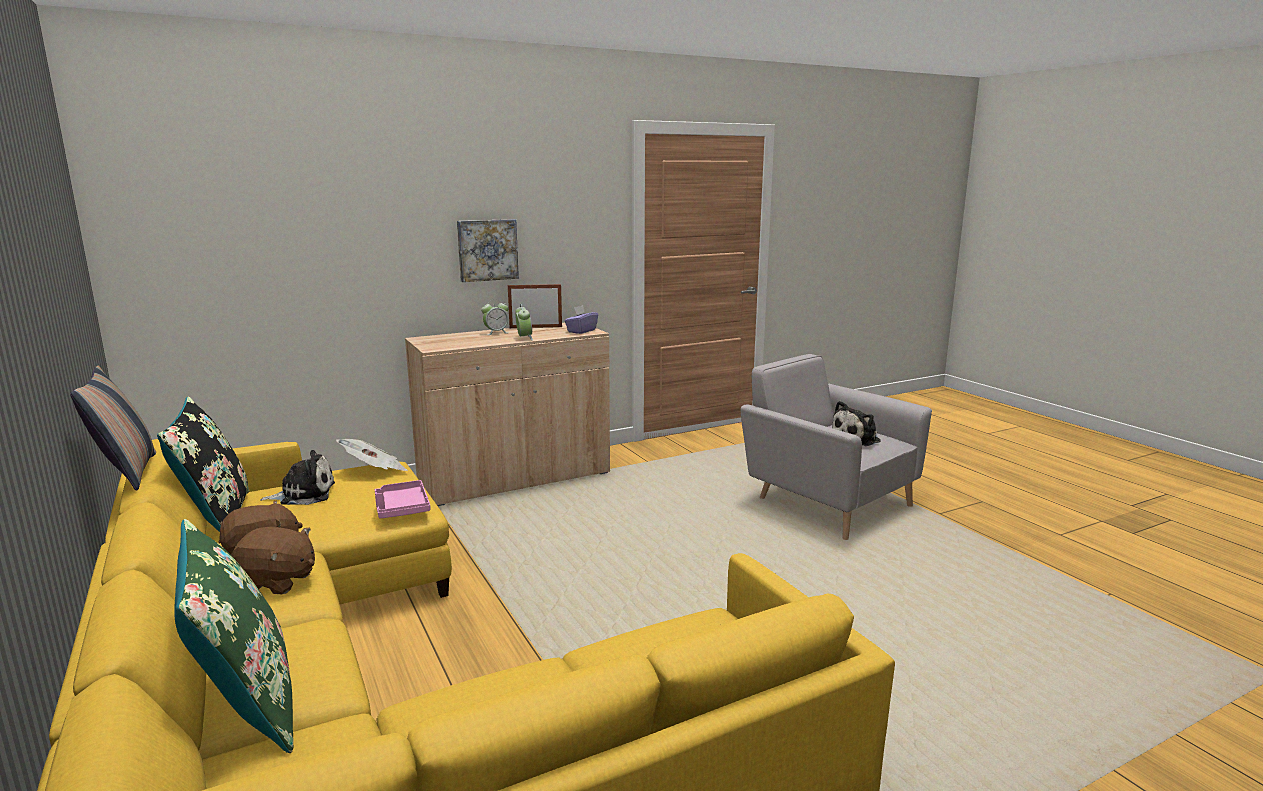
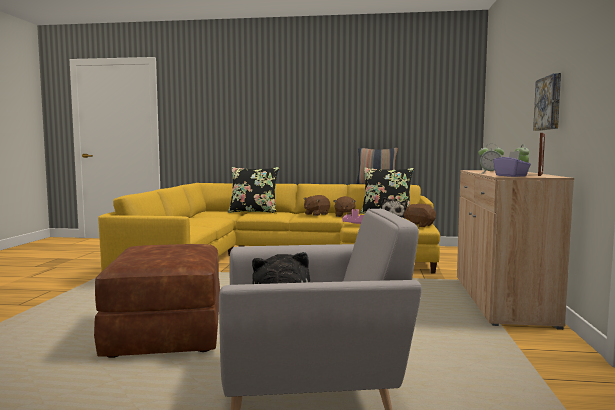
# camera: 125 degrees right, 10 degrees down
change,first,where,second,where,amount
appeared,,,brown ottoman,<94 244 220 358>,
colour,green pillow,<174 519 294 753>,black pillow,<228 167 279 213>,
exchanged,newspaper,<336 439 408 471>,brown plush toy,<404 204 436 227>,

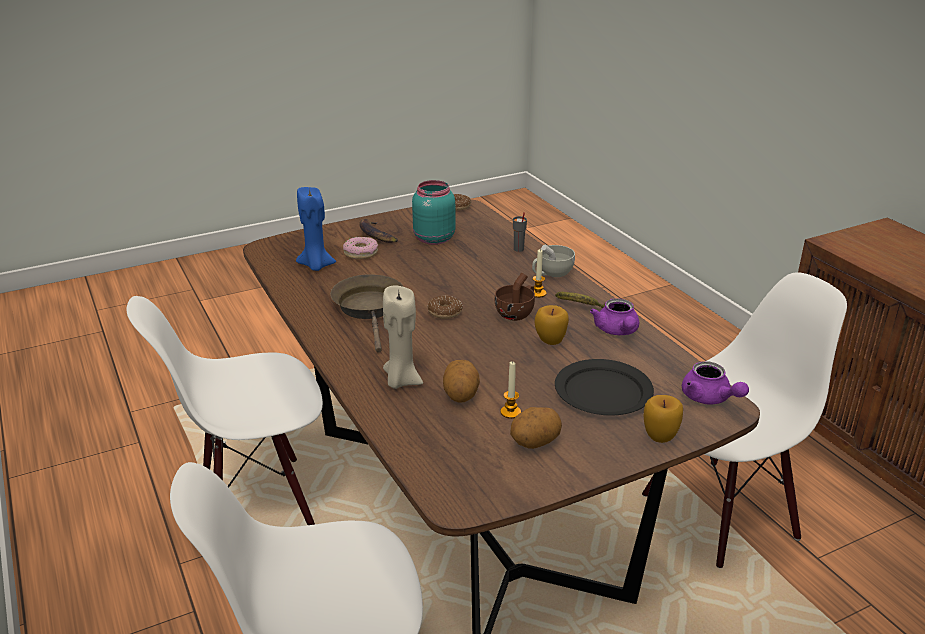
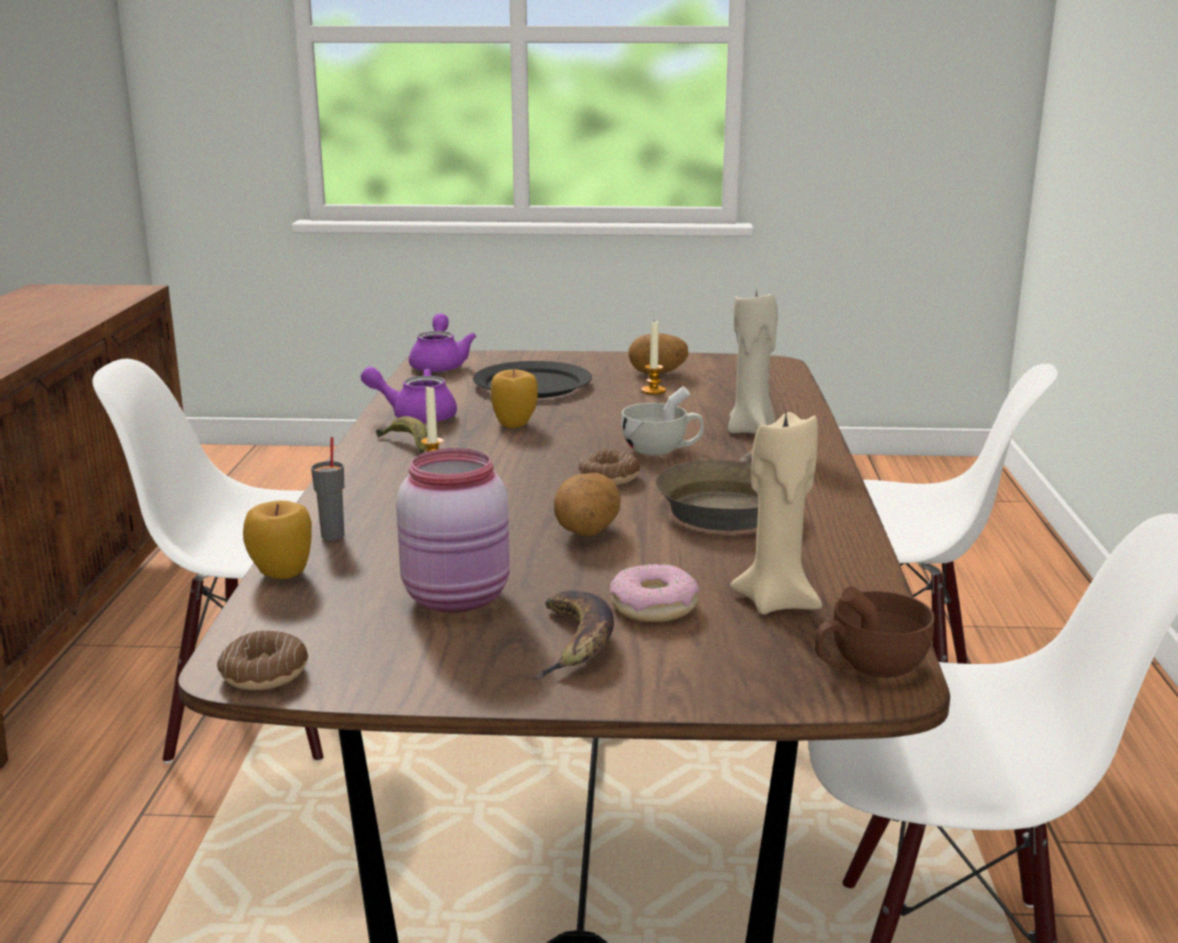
# camera: 150 degrees left, 10 degrees down
change,first,where,second,where,amount
relocated,apple,<644 395 683 443>,,<243 500 312 579>,
spun,purple teapot,<590 298 639 335>,,<360 367 457 424>,105 degrees counterclockwise
colour,turquoise jar,<412 180 455 245>,pink jar,<396 448 510 613>,
relocated,potato,<443 360 480 402>,,<554 473 621 536>,
relocated,white cup,<532 245 575 277>,,<621 386 704 456>,
colour,blue candle,<296 187 336 271>,beige candle,<730 408 822 615>,
relocated,brown cup,<495 273 535 321>,,<815 586 935 678>,

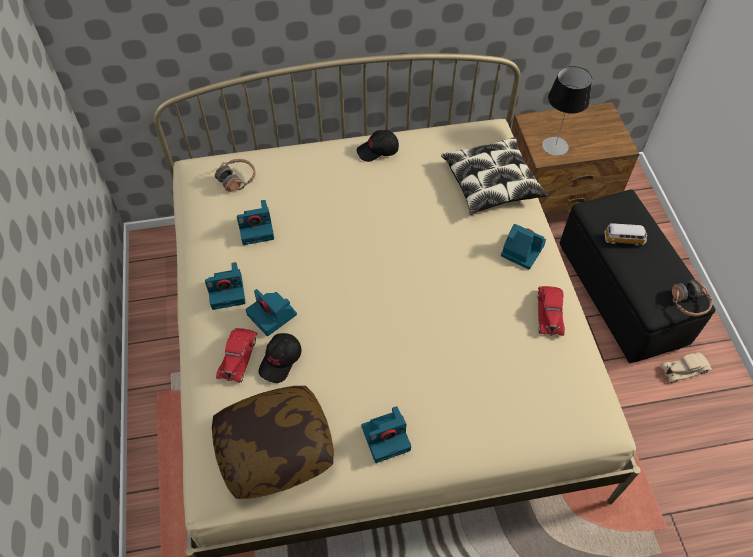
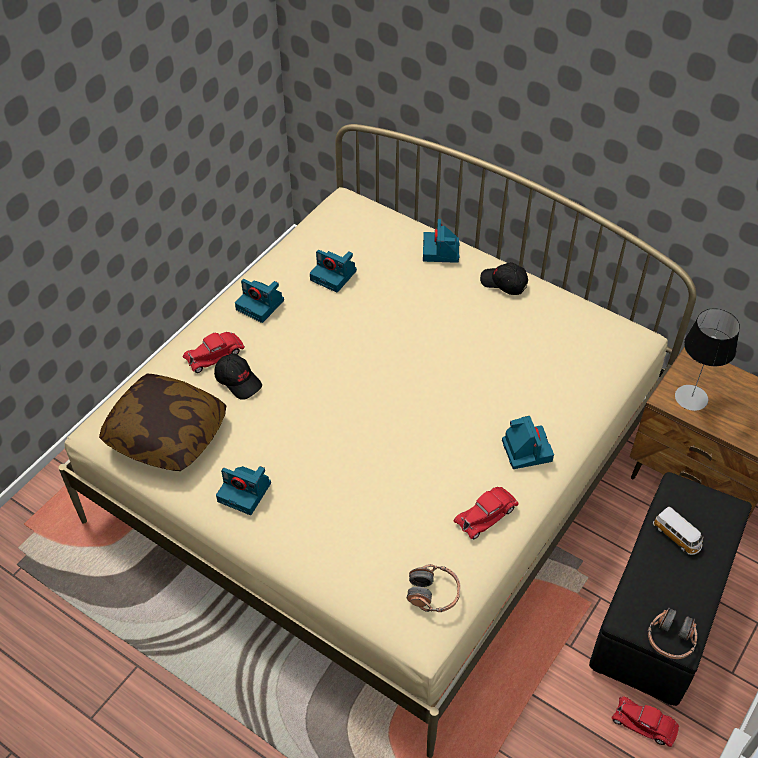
# camera: 45 degrees right, 5 degrees down
change,first,where,second,where,amount
spun,black cap,<259 333 302 383>,,<214 354 262 400>,120 degrees counterclockwise
relocated,headphones,<215 159 256 191>,,<407 564 461 612>,
relocated,photo camera,<246 289 297 336>,,<423 219 459 263>,
colour,beige toy car,<660 352 712 383>,red toy car,<611 696 679 747>,
missing,pillow,<441 137 548 215>,,,

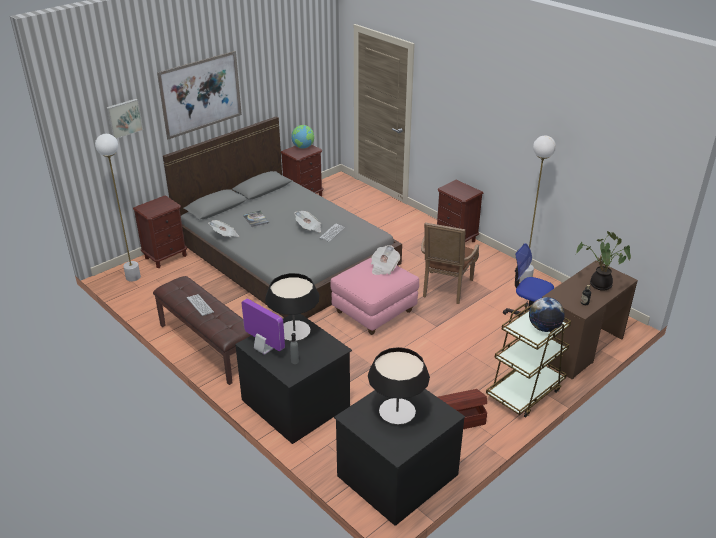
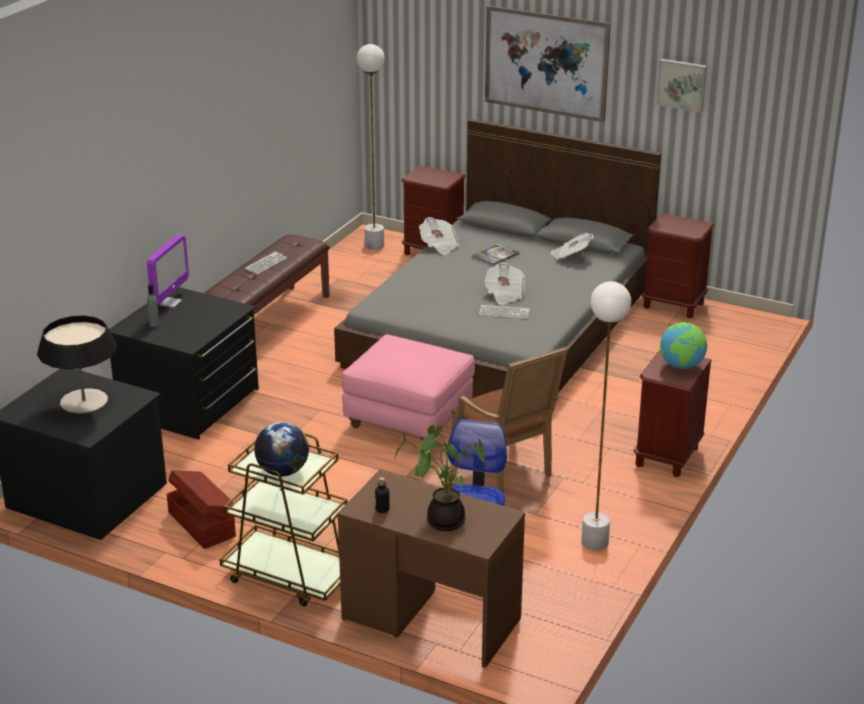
# camera: 70 degrees right, 5 degrees down
change,first,where,second,where,amount
spun,brown armchair,<421 222 479 304>,,<451 347 568 492>,120 degrees counterclockwise
relocated,newspaper,<371 245 400 275>,,<550 233 594 260>,
relocated,picture,<106 99 143 139>,,<656 59 707 113>,
relocated,globe,<291 125 314 148>,,<660 322 707 369>,
missing,table lamp,<265 273 319 341>,,,

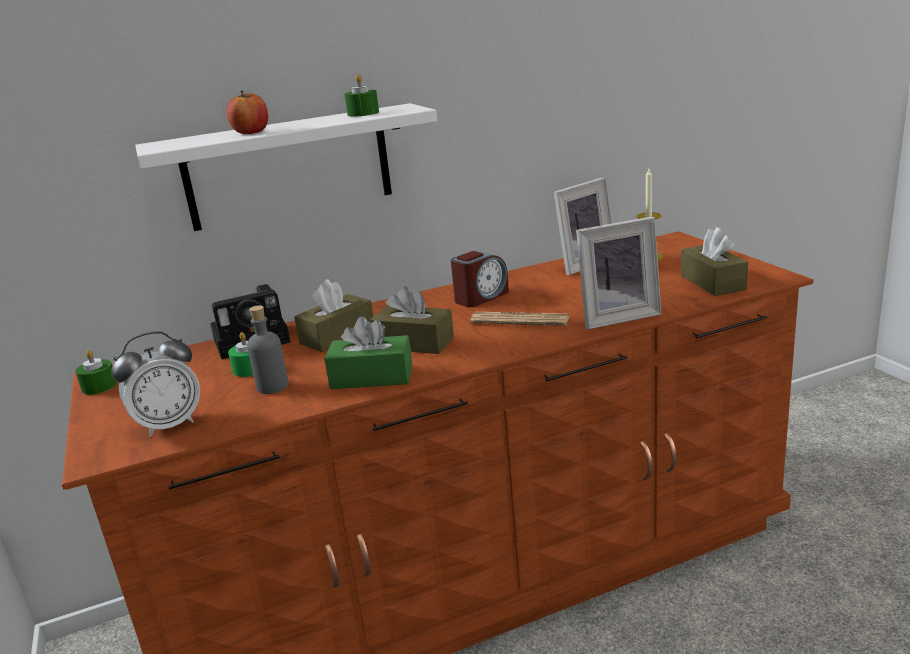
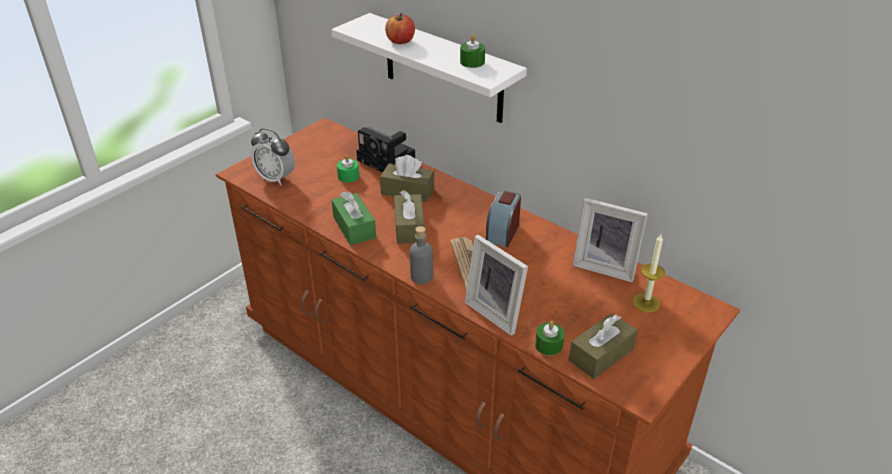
# camera: 60 degrees right, 15 degrees up
change,first,where,second,where,amount
relocated,grey bottle,<247 305 289 394>,,<410 226 433 284>,
spun,alarm clock,<451 251 509 307>,,<486 191 521 247>,90 degrees clockwise
relocated,green candle,<75 350 117 395>,,<535 321 565 356>,

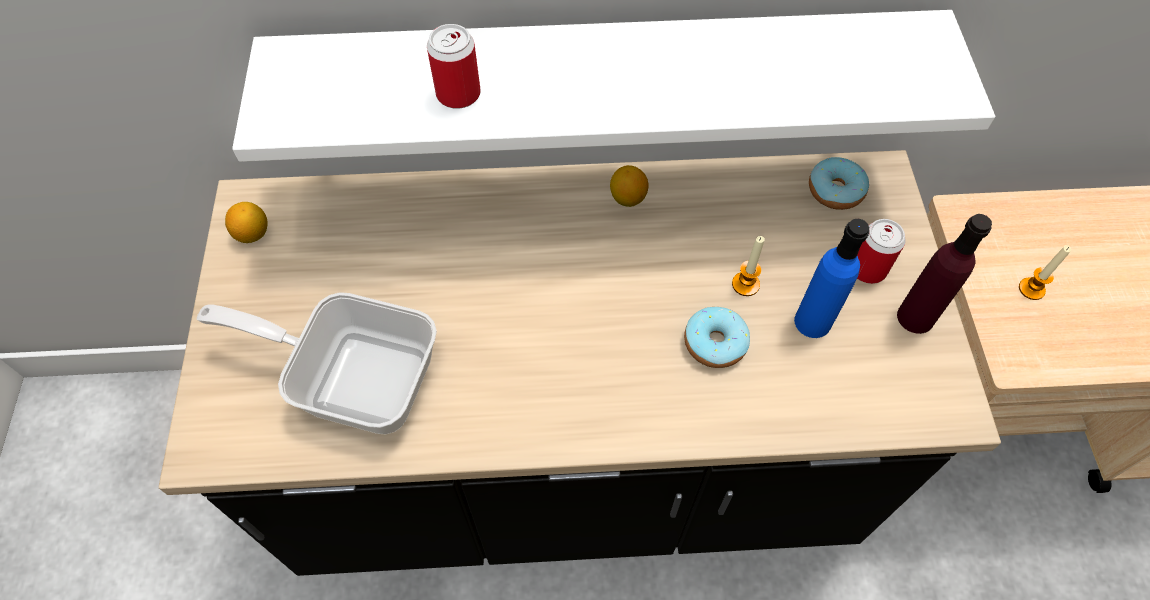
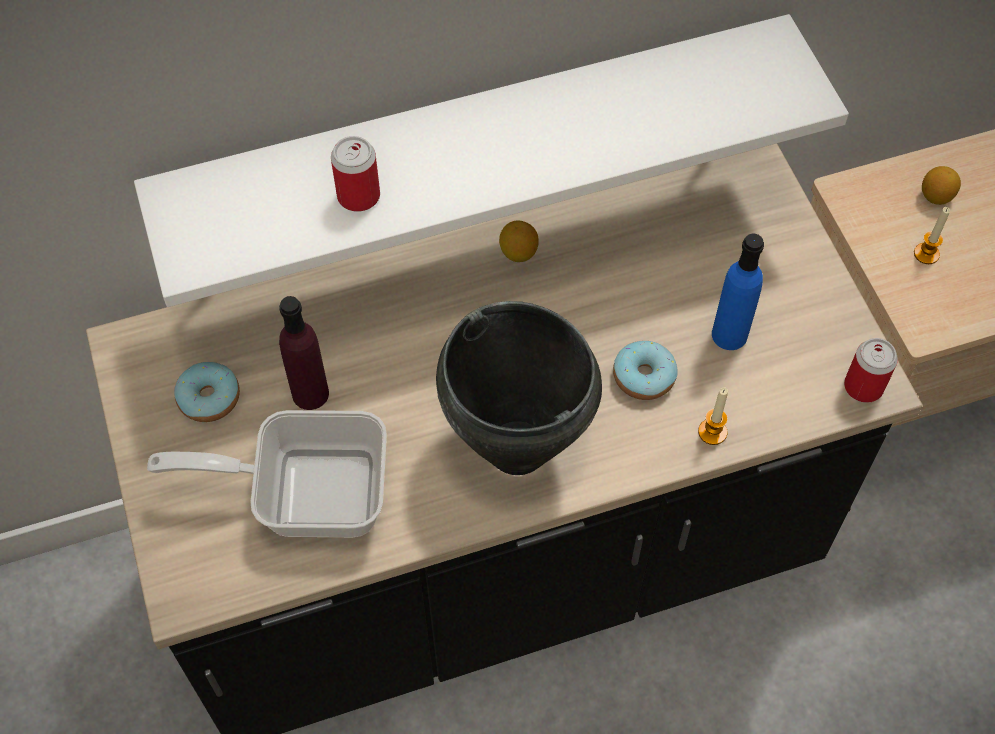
# camera: 15 degrees left, 0 degrees up
change,first,where,second,where,amount
relocated,donut,<809 157 869 210>,,<174 362 240 422>,
relocated,purple bottle,<897 214 992 334>,,<279 296 329 410>,
appeared,,,black cooking pot,<436 301 602 475>,
relocated,candle,<732 236 765 296>,,<698 387 728 445>,
relocated,can,<857 219 906 284>,,<844 338 898 403>,
relocated,lemon,<225 202 268 243>,,<922 166 961 205>,

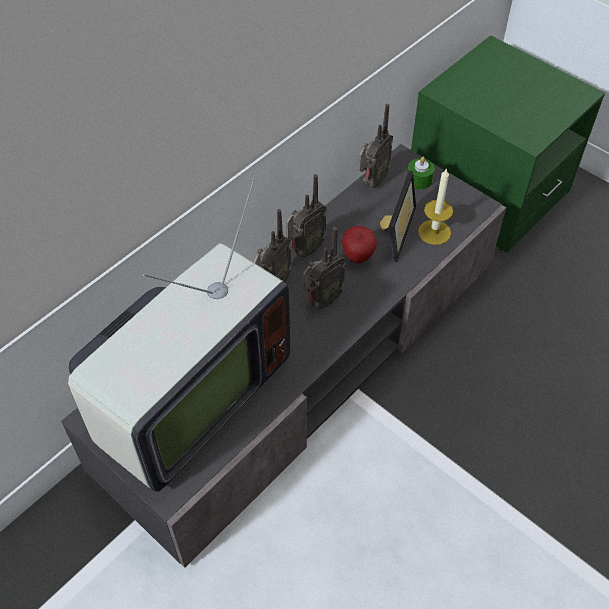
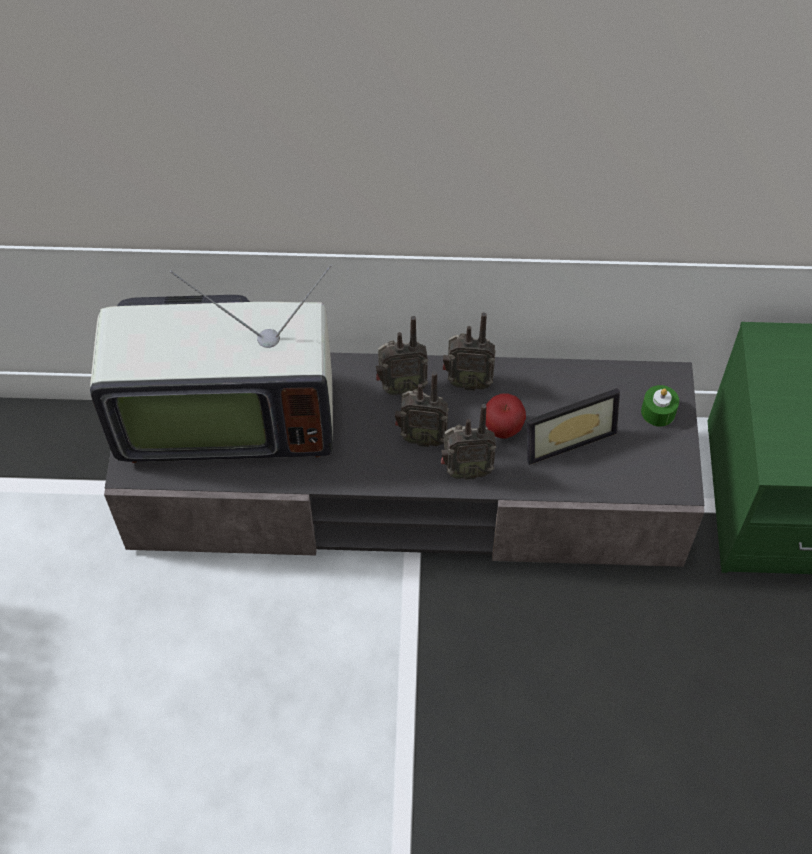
# camera: 50 degrees right, 5 degrees up
change,first,where,second,where,amount
relocated,radio,<358 104 393 188>,,<441 404 496 480>,
missing,candle,<418 168 453 245>,,,

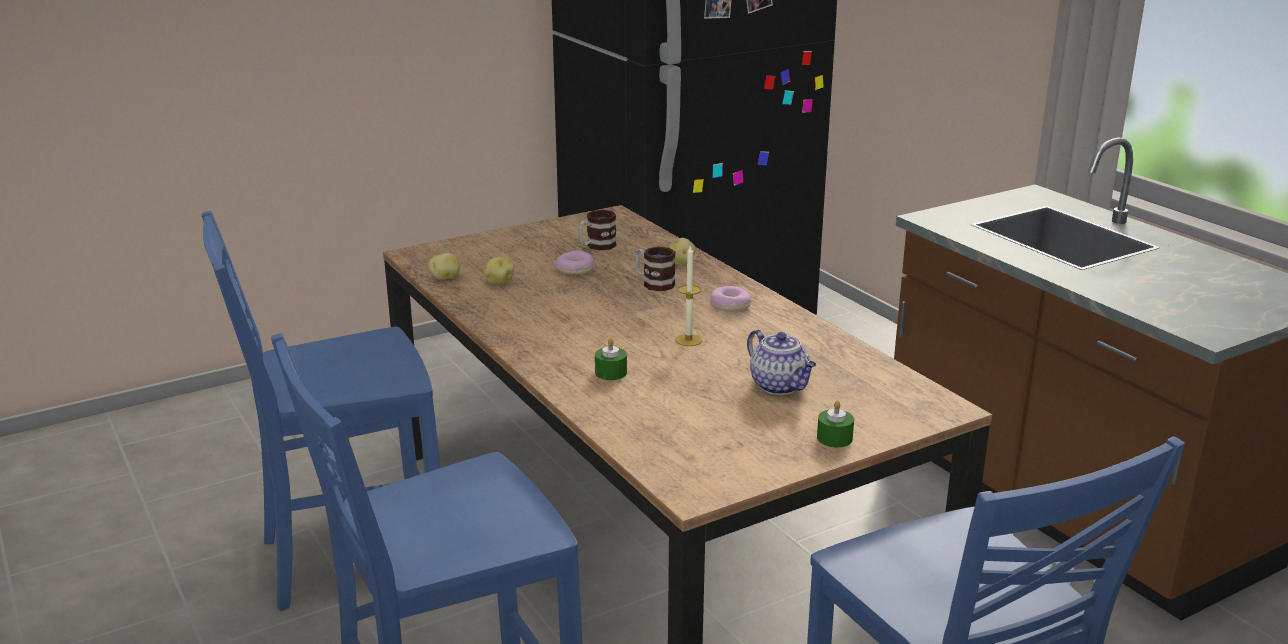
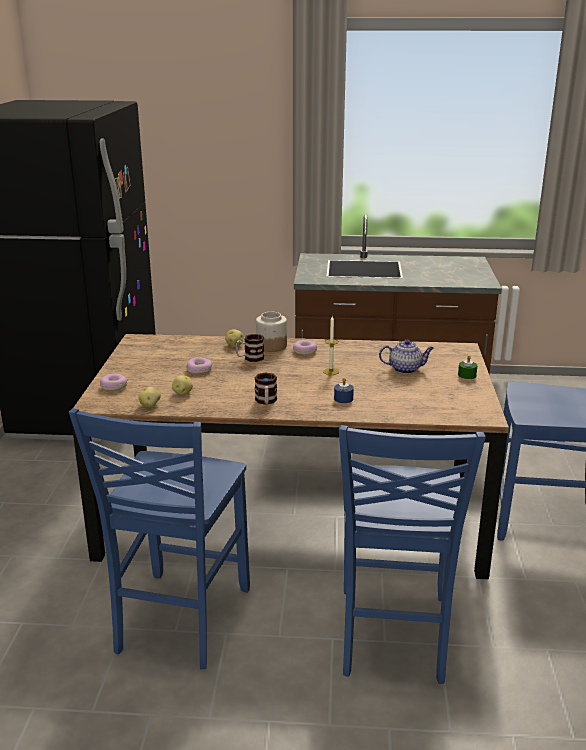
# camera: 55 degrees left, 0 degrees up
change,first,where,second,where,amount
appeared,,,donut,<100 374 128 391>,
relocated,mug,<578 210 616 251>,,<254 372 277 405>,
appeared,,,jar,<256 312 287 352>,
colour,green candle,<595 338 627 380>,blue candle,<334 378 354 403>,

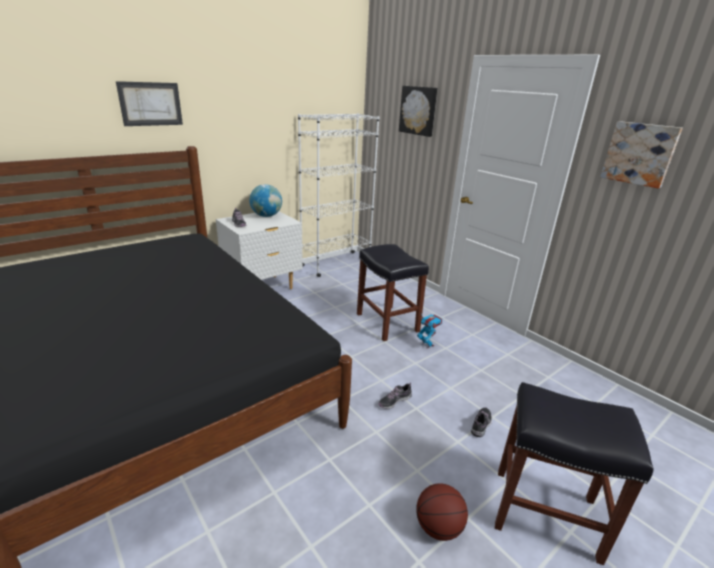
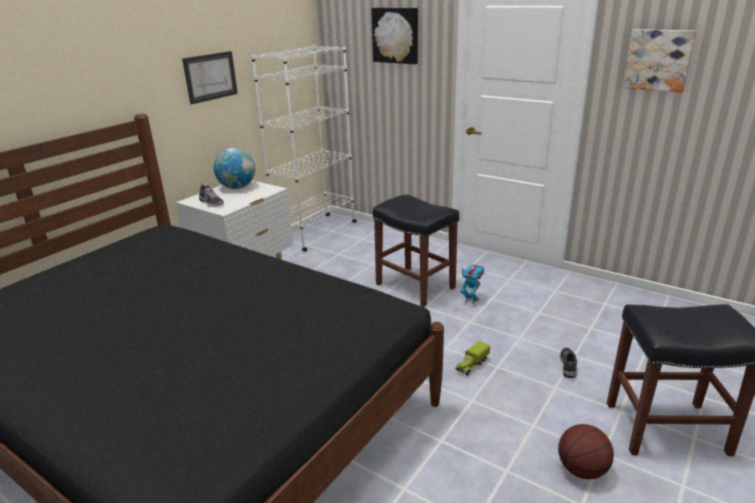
# camera: 15 degrees left, 0 degrees up
change,first,where,second,where,amount
relocated,picture,<116 81 183 126>,,<182 51 238 104>,
exchanged,shoe,<379 382 412 409>,toy truck,<455 341 490 376>,

